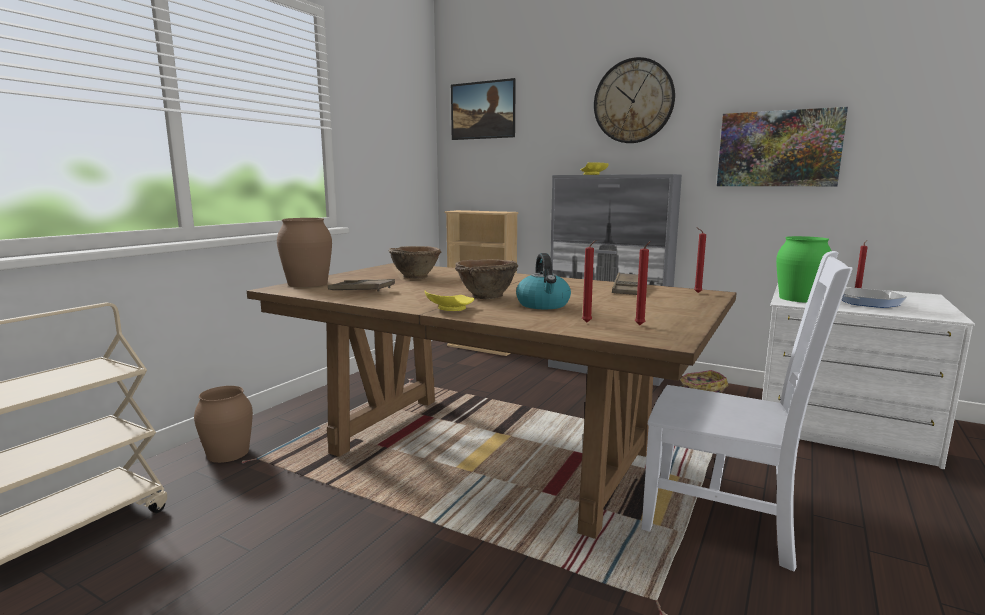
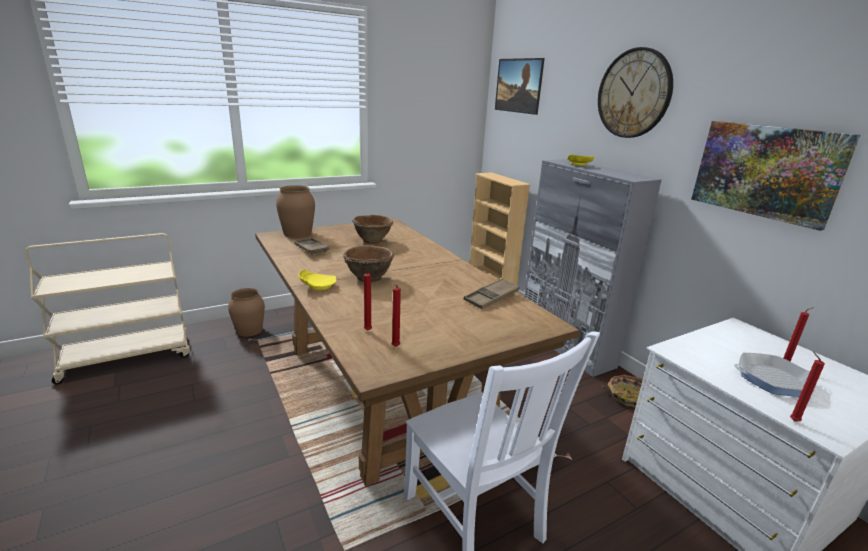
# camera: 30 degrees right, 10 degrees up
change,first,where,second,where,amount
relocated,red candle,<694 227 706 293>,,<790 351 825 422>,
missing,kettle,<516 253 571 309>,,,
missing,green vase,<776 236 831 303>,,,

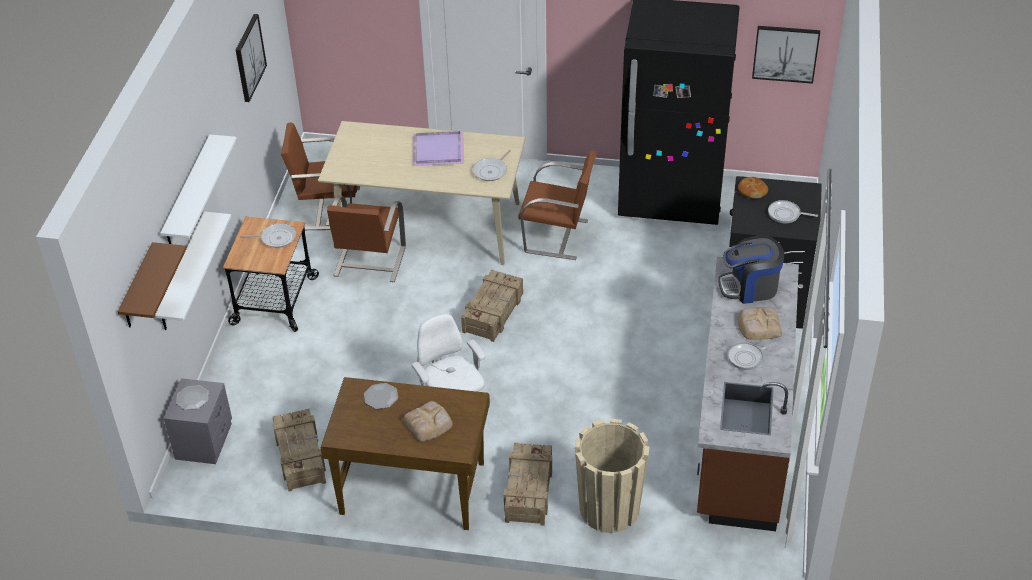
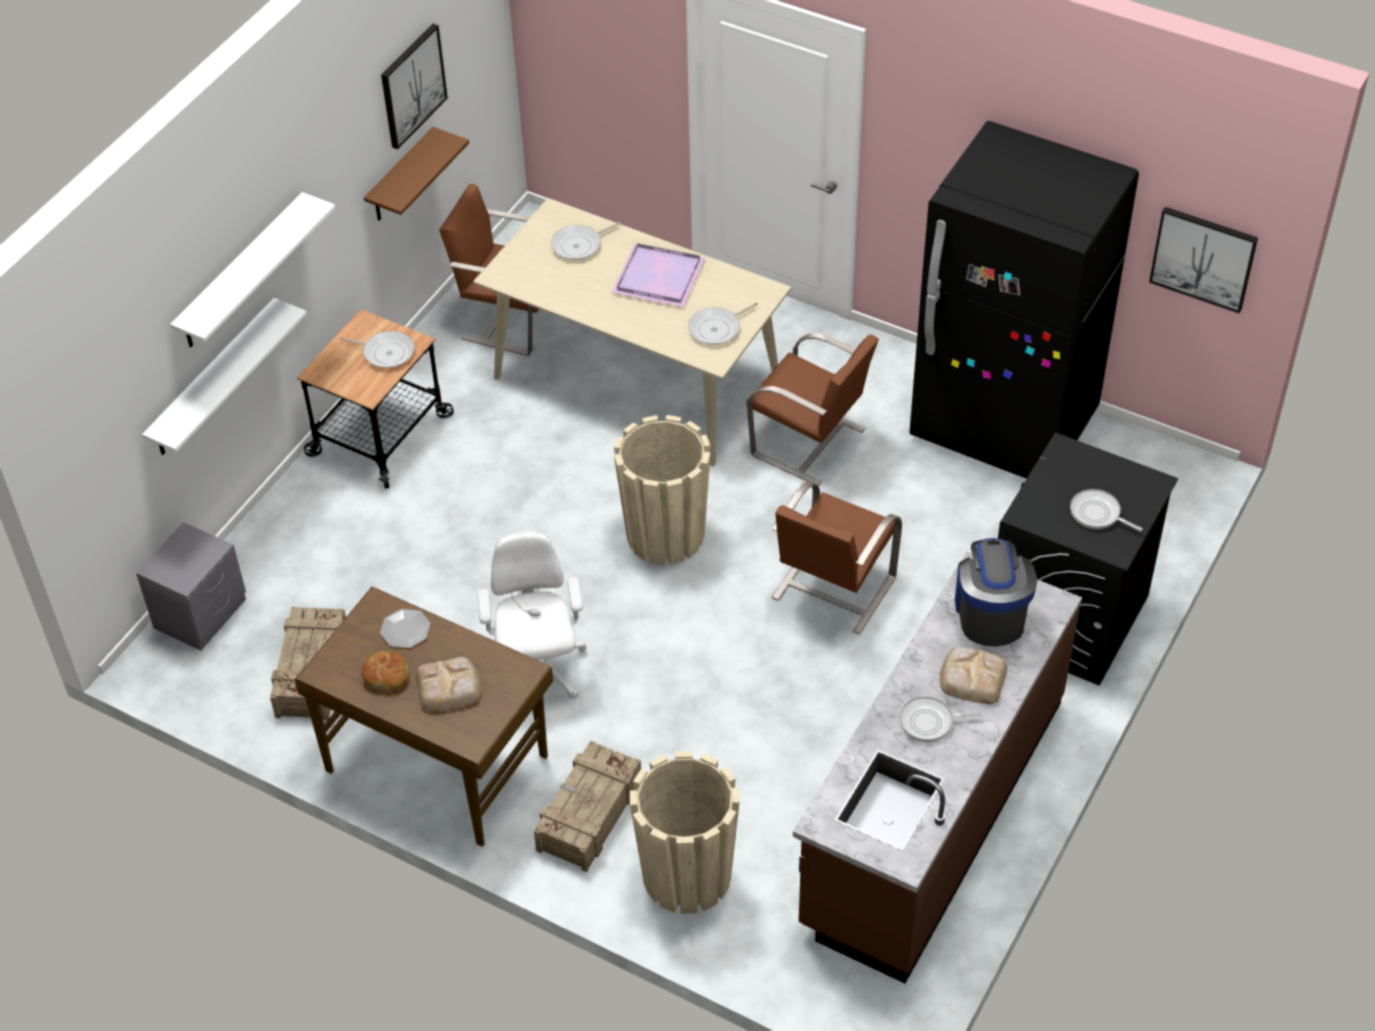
# camera: 20 degrees right, 5 degrees up
change,first,where,second,where,amount
relocated,bread,<738 177 768 199>,,<362 651 409 691>,
relocated,brown shelf,<117 242 187 327>,,<364 127 469 221>,
appeared,,,frying pan,<551 222 621 260>,
exchanged,crate,<461 270 523 342>,beige planter,<614 415 711 565>,
relocated,brown chair,<326 196 406 282>,,<772 481 902 634>,
spun,coffee machine,<718 235 784 304>,,<955 538 1037 647>,75 degrees clockwise
missing,plate,<176 385 209 410>,,,

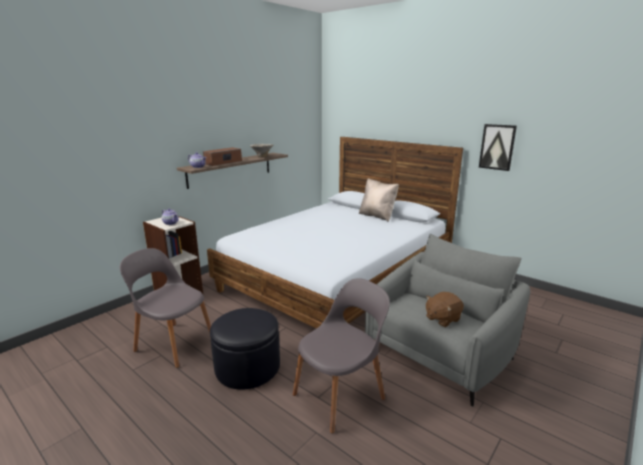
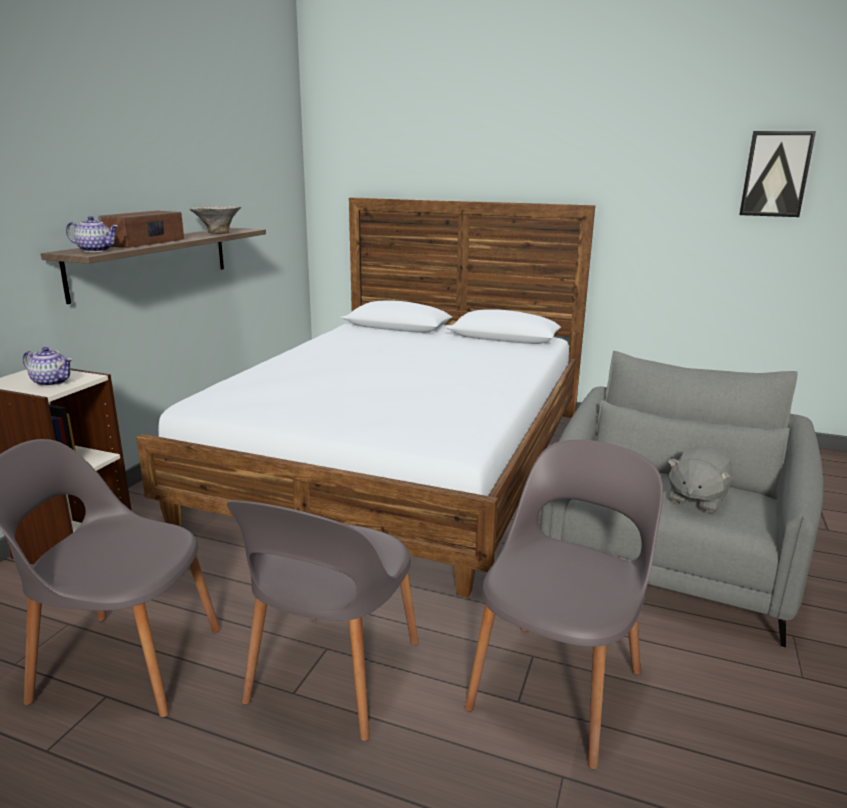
# camera: 20 degrees left, 0 degrees up
change,first,where,second,where,amount
exchanged,black ottoman,<210 308 280 390>,grey chair,<227 501 418 741>,
colour,brown plush toy,<426 292 464 327>,grey plush toy,<667 447 733 512>,
relocated,picture,<479 124 517 171>,,<739 131 816 217>,
missing,beige pillow,<359 178 399 222>,,,

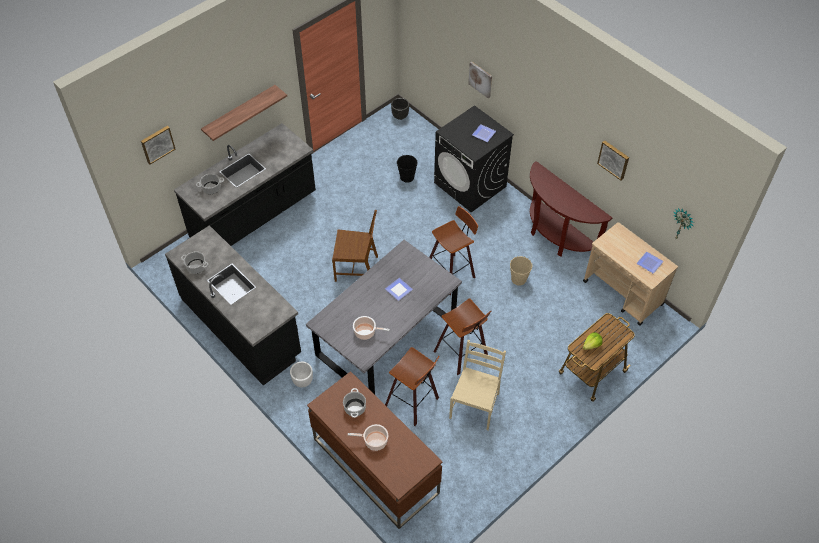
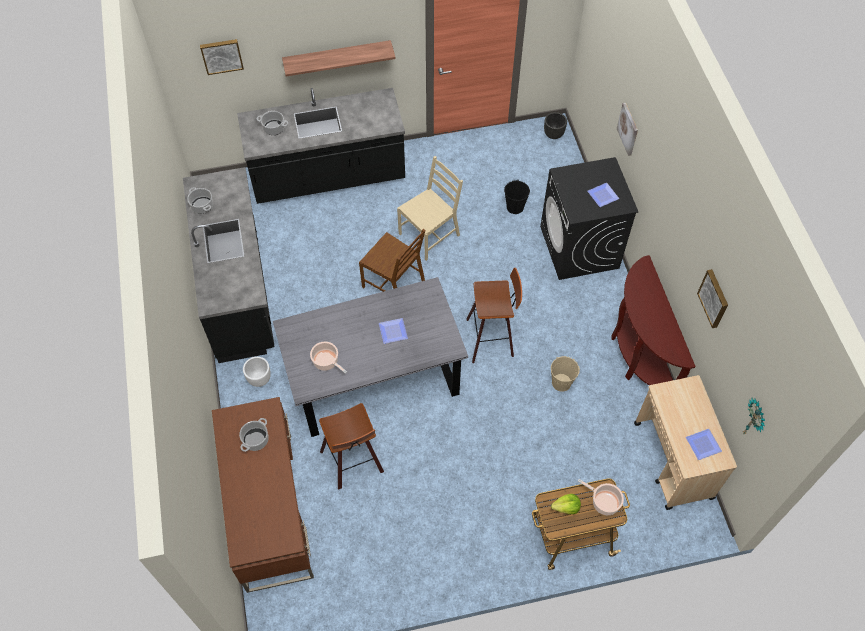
# camera: 30 degrees right, 5 degrees up
change,first,where,second,where,amount
relocated,beige chair,<449 340 506 430>,,<397 156 463 261>,
relocated,cooking pot,<348 424 388 451>,,<578 479 624 515>,
missing,stool,<434 298 491 375>,,,

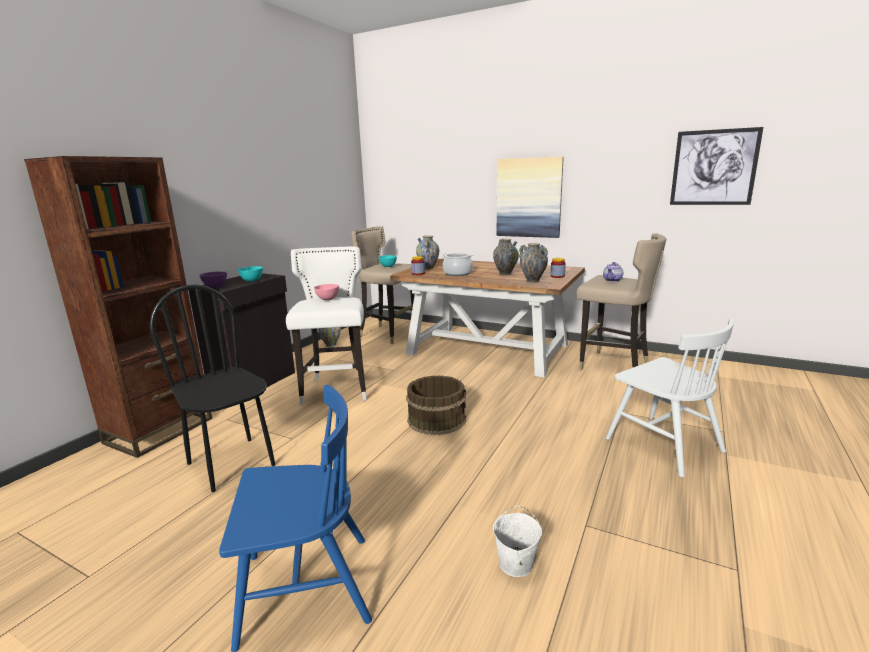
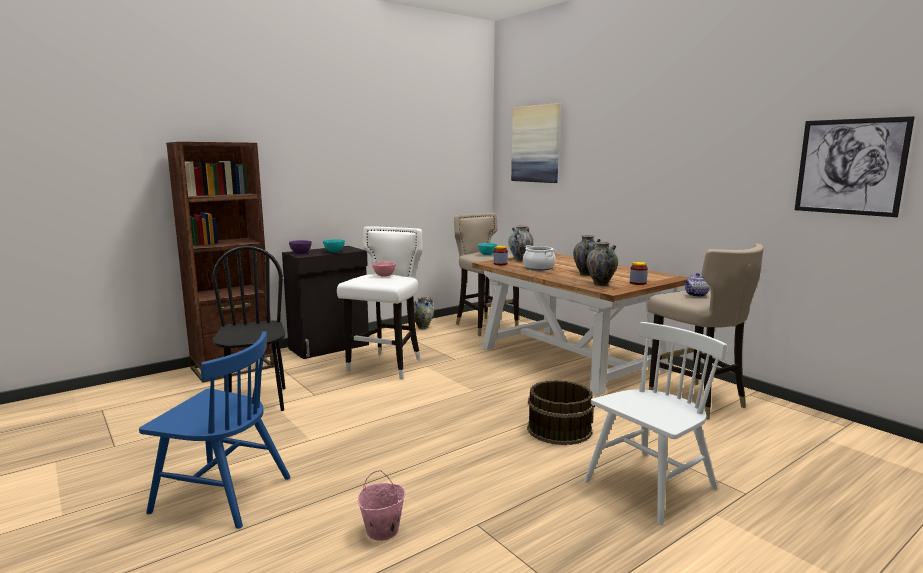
# camera: 25 degrees right, 5 degrees down
change,first,where,second,where,amount
colour,white bucket,<493 505 542 577>,pink bucket,<358 470 405 541>,
relocated,picture,<497 156 564 238>,,<511 103 560 183>,
relocated,brown bucket,<406 375 466 435>,,<527 380 595 445>,
spun,white chair,<606 319 734 477>,,<584 322 727 525>,120 degrees counterclockwise

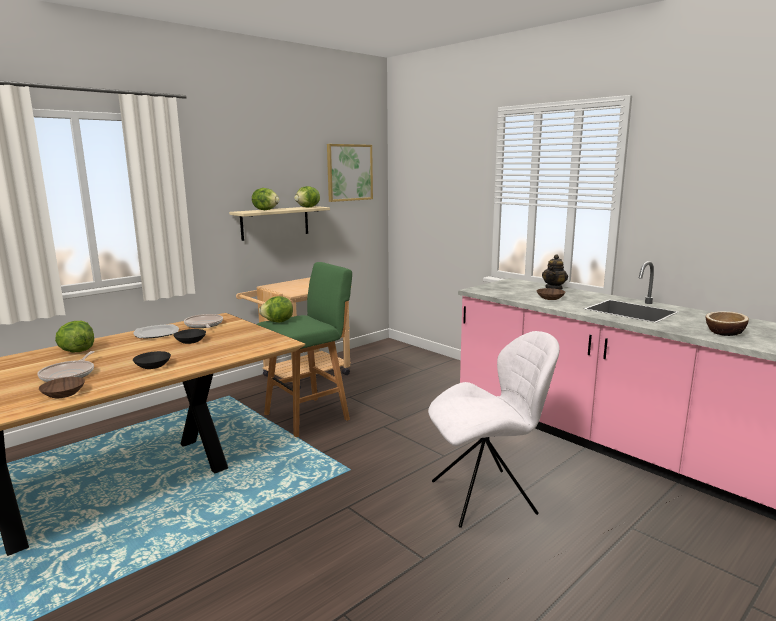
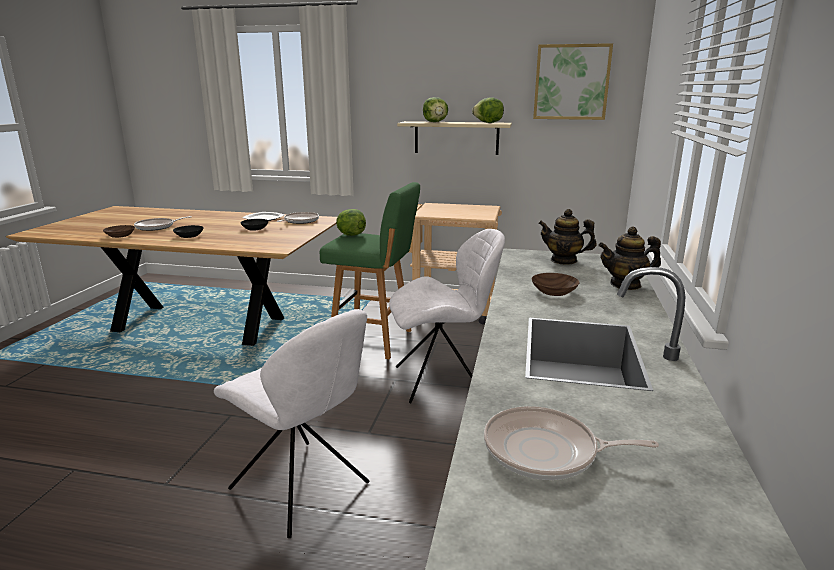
# camera: 55 degrees right, 5 degrees up
change,first,where,second,where,amount
appeared,,,white chair,<389 229 505 403>,
exchanged,bowl,<706 311 749 336>,frying pan,<484 406 659 480>,
appeared,,,teapot,<538 209 596 265>,
missing,lettuce,<55 321 94 352>,,,

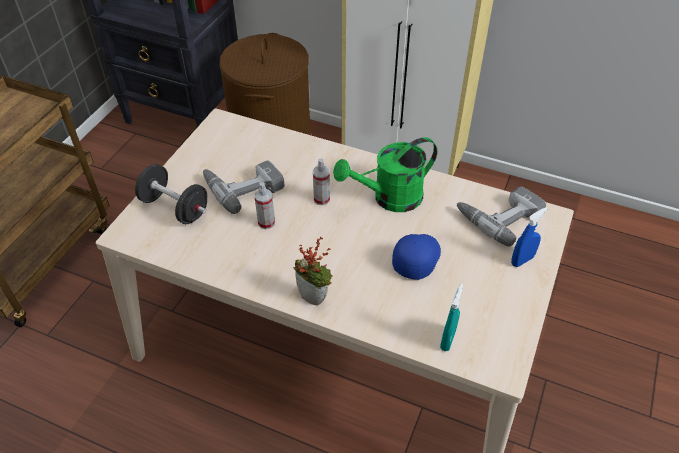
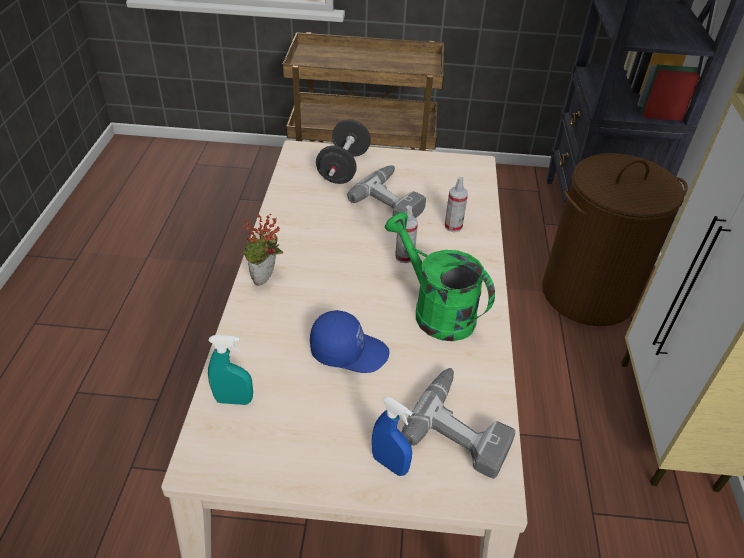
# camera: 70 degrees right, 5 degrees down
change,first,where,second,where,amount
relocated,spray bottle,<255 182 275 229>,,<445 177 468 232>,

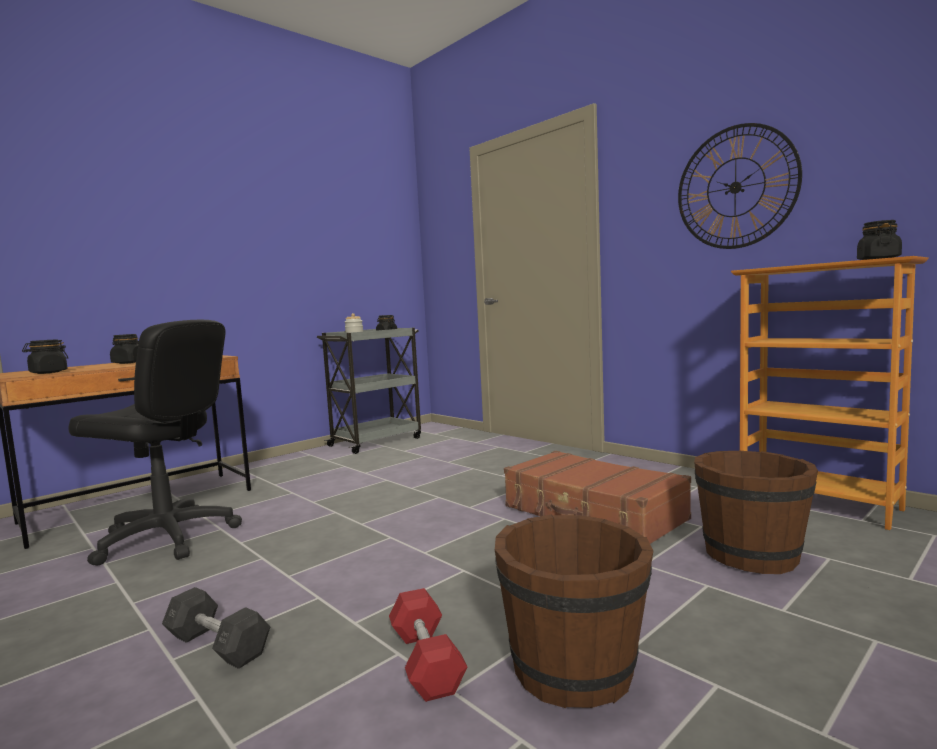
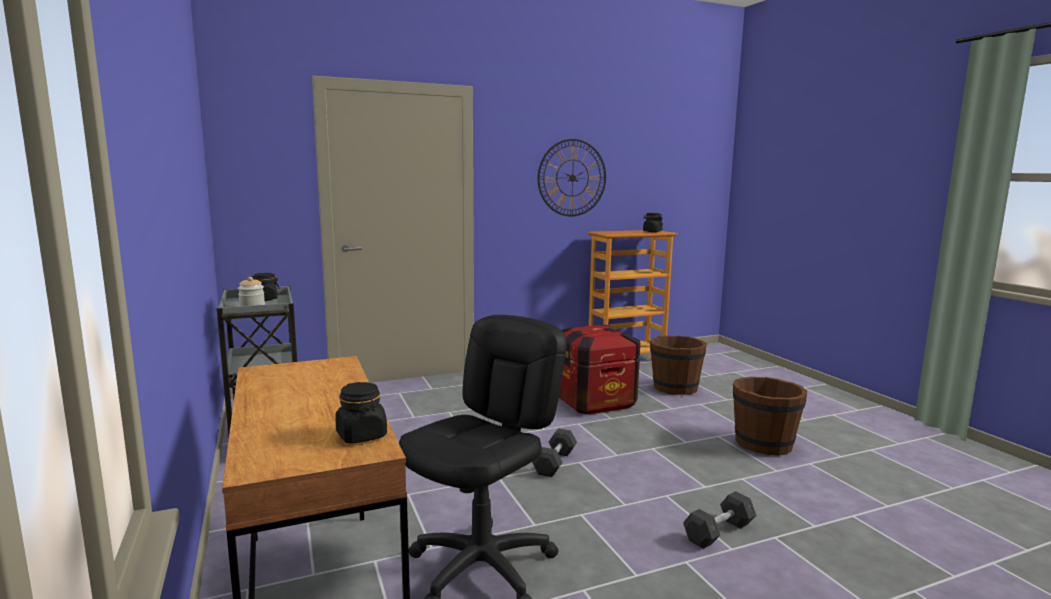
# camera: 70 degrees left, 5 degrees up
change,first,where,second,where,amount
appeared,,,grey dumbbell,<532 428 577 477>,
exchanged,brown suitcase,<504 451 691 544>,crate,<559 324 640 414>,
missing,black jar,<110 334 139 364>,,,
missing,red dumbbell,<389 588 467 702>,,,

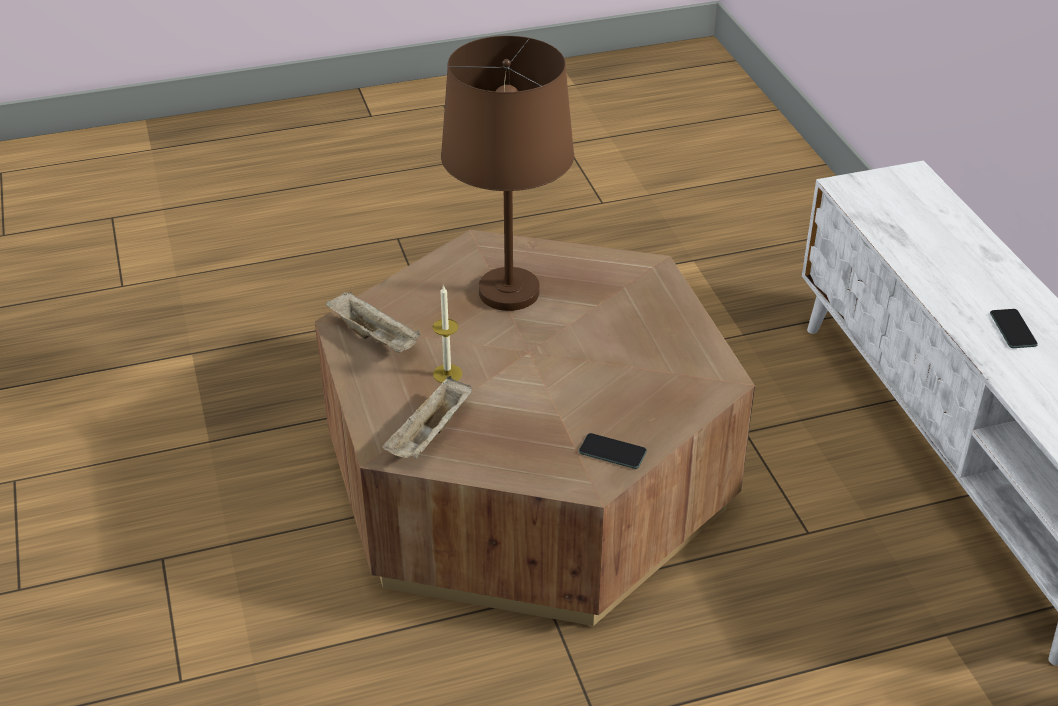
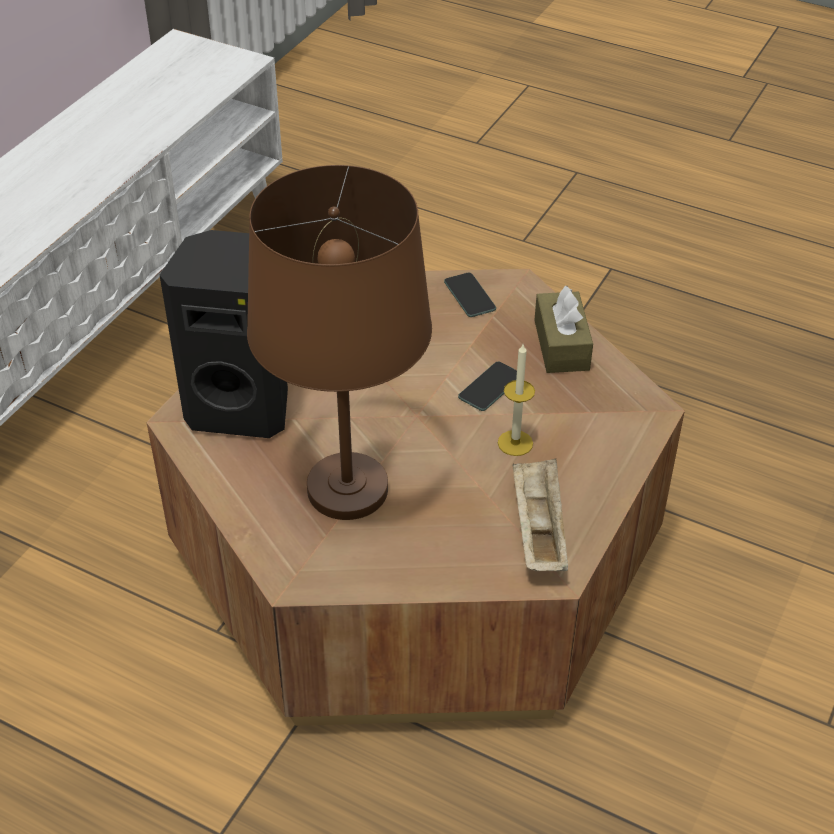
# camera: 135 degrees left, 5 degrees up
change,first,where,second,where,amount
appeared,,,black speaker,<160 230 288 438>,
relocated,phone,<990 309 1038 348>,,<458 361 517 411>,
appeared,,,brown tissue box,<535 286 593 373>,
missing,beige tray,<382 376 473 459>,,,

